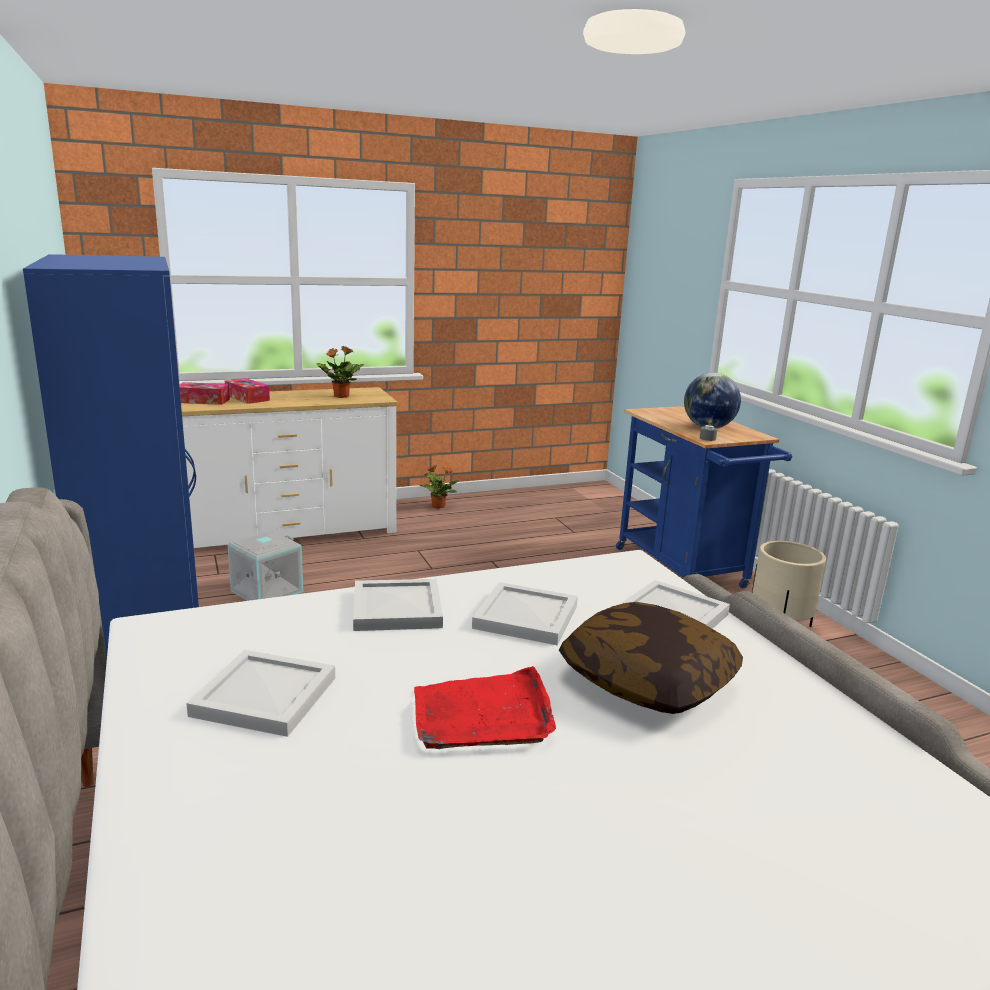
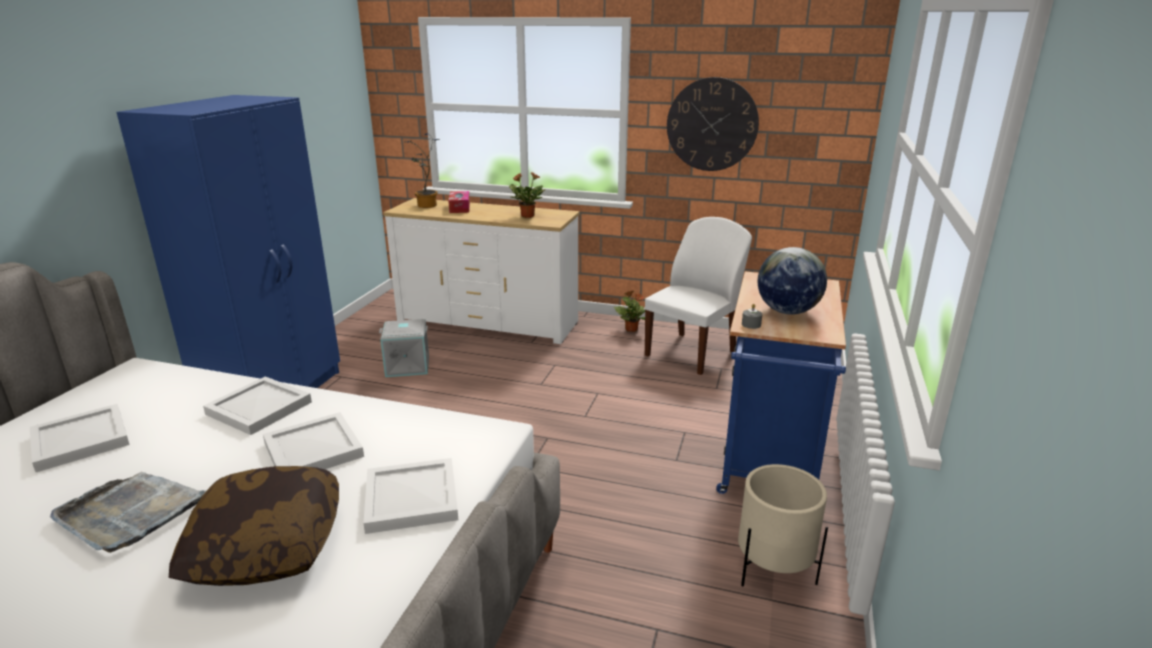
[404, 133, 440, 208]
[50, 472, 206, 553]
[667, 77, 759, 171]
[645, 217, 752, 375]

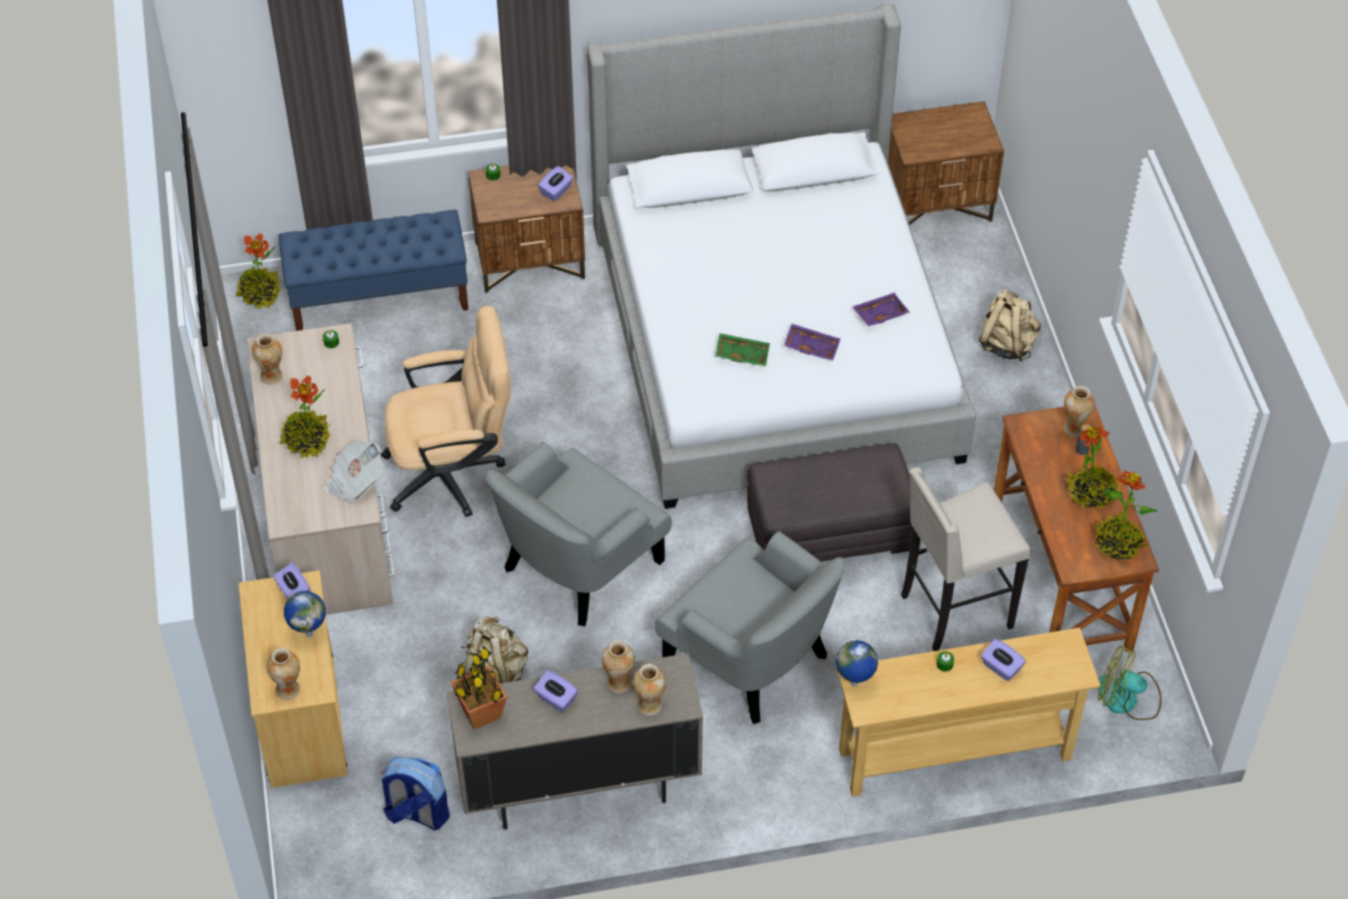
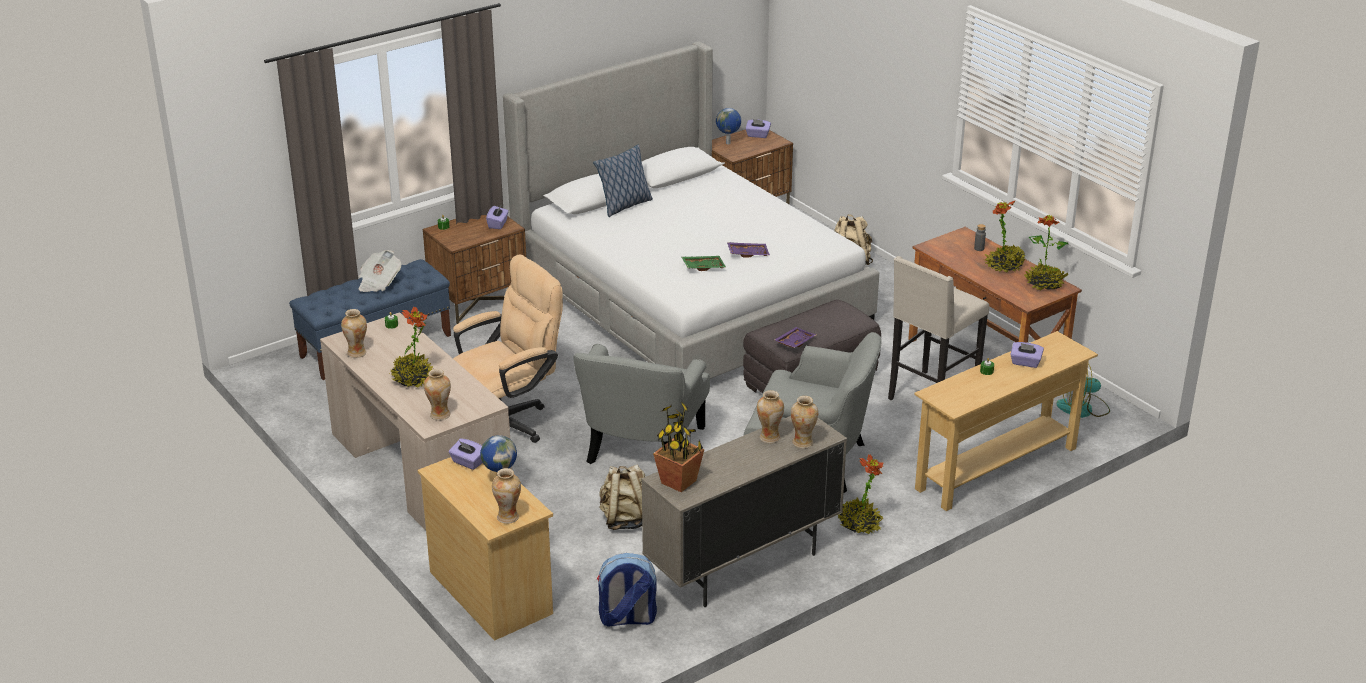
[838, 454, 883, 534]
[774, 327, 816, 348]
[424, 369, 451, 420]
[359, 250, 401, 292]
[716, 108, 741, 144]
[746, 119, 771, 138]
[593, 145, 653, 217]

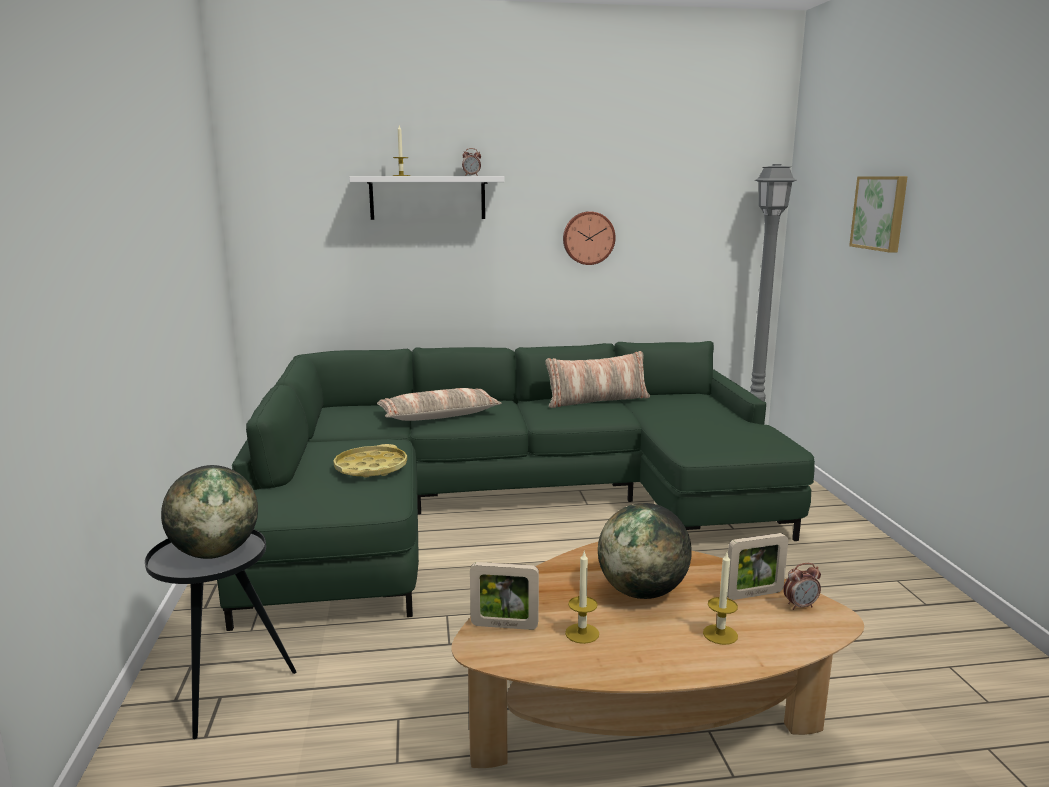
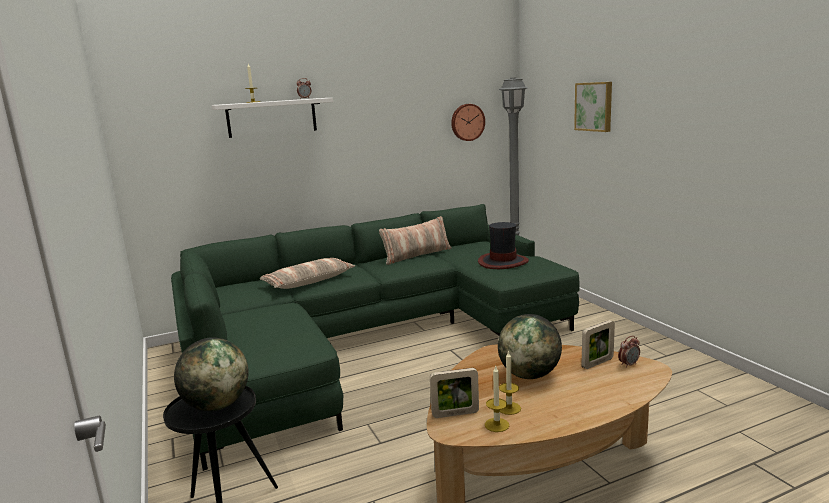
[451, 104, 485, 141]
[334, 444, 407, 478] (first image)
[485, 366, 509, 432]
[478, 222, 529, 269]

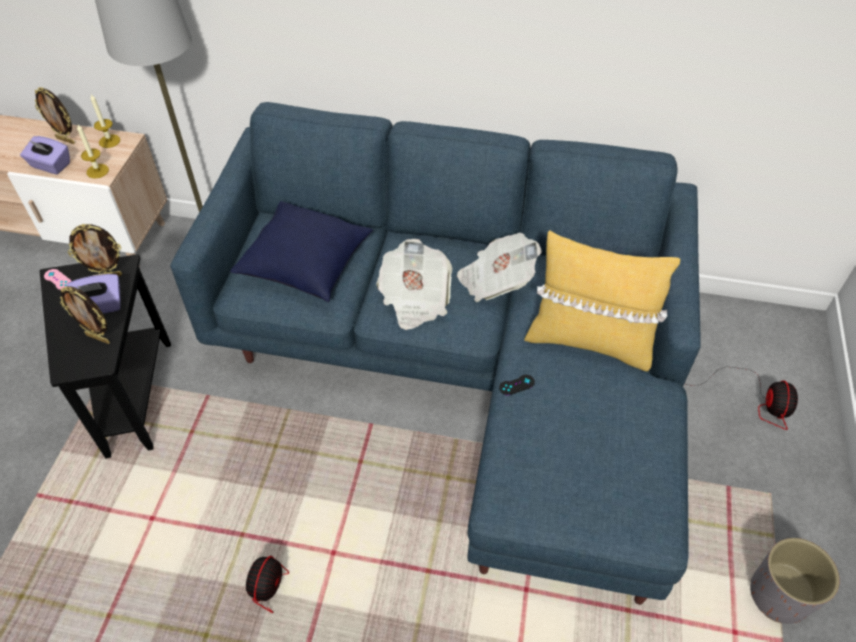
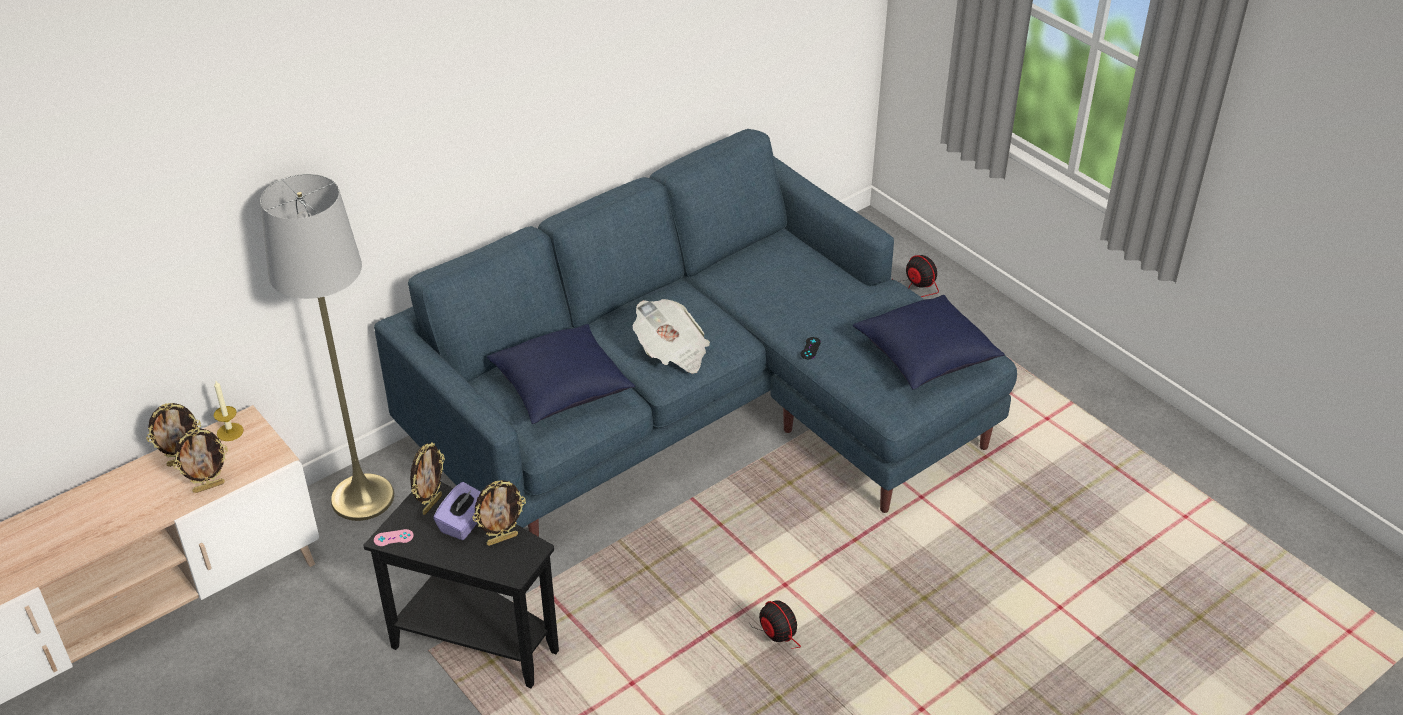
[77, 123, 109, 179] (first image)
[173, 428, 228, 493]
[524, 230, 680, 372] (first image)
[457, 233, 542, 302] (first image)
[750, 538, 839, 624] (first image)
[853, 295, 1005, 390]

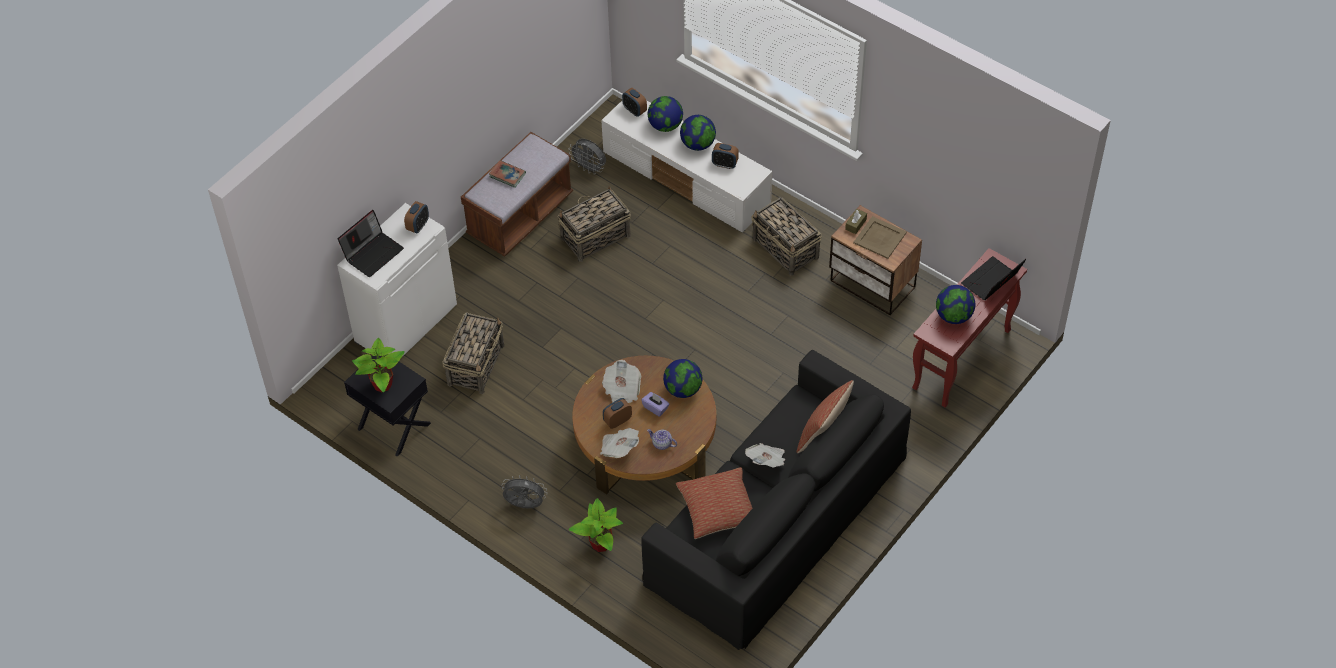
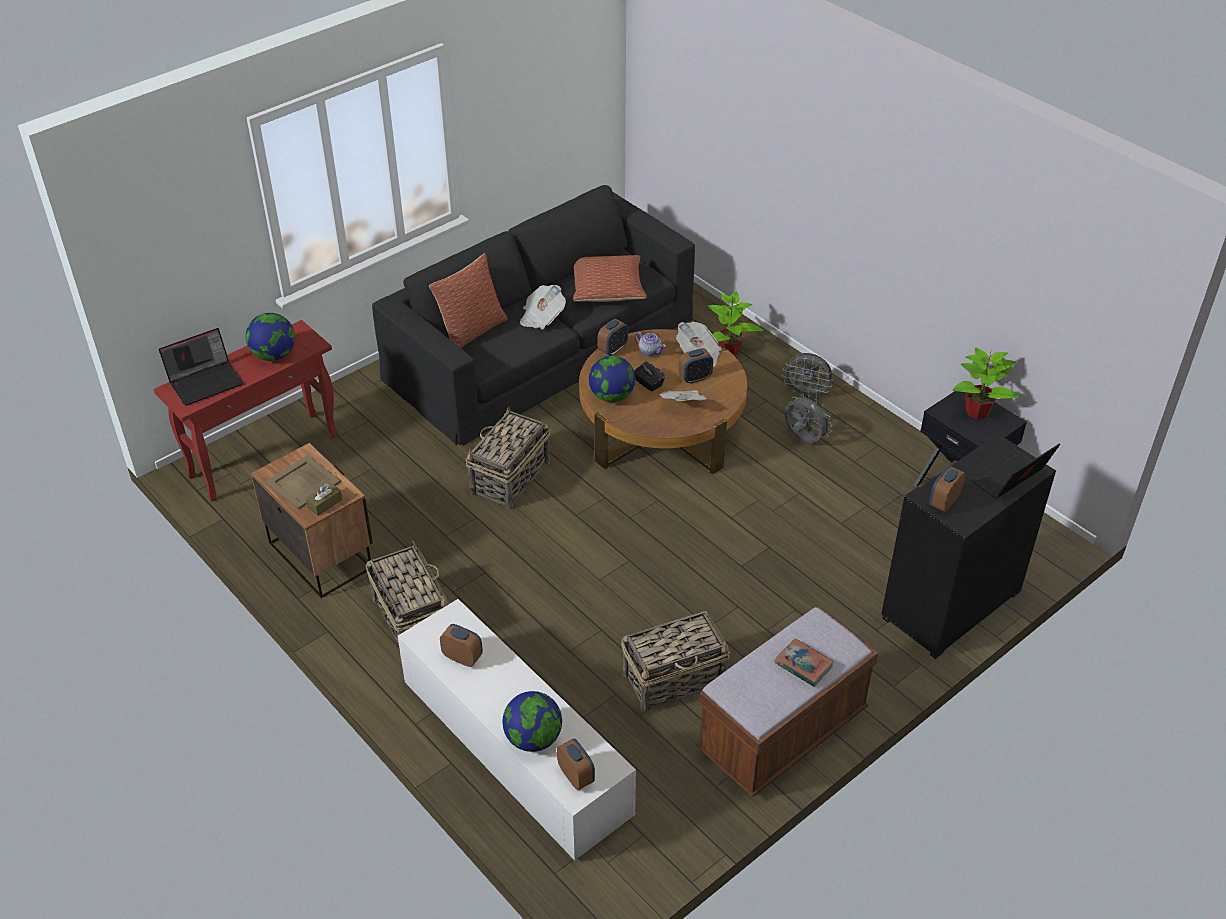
[680, 115, 716, 151] (first image)
[785, 393, 832, 443]
[881, 433, 1056, 659]
[466, 406, 550, 510]
[634, 362, 665, 392]
[598, 319, 628, 355]

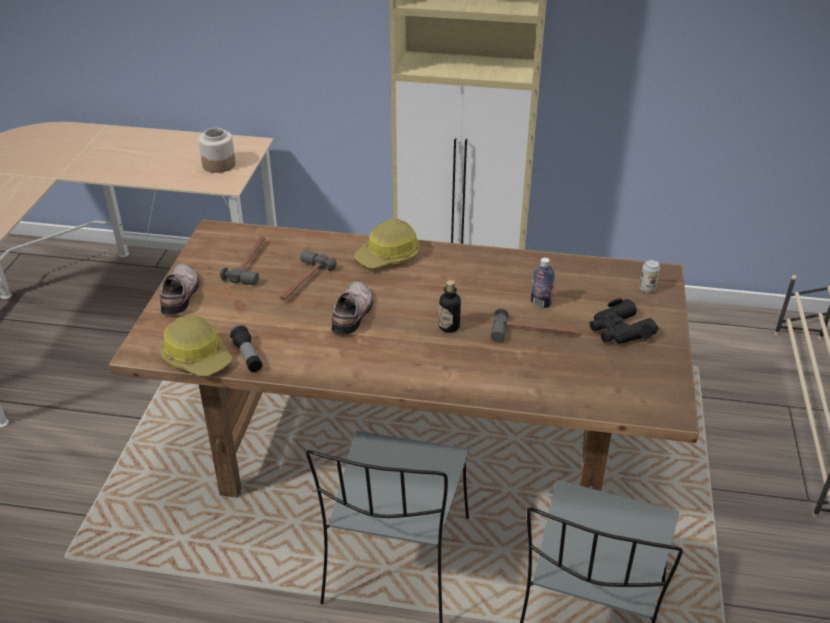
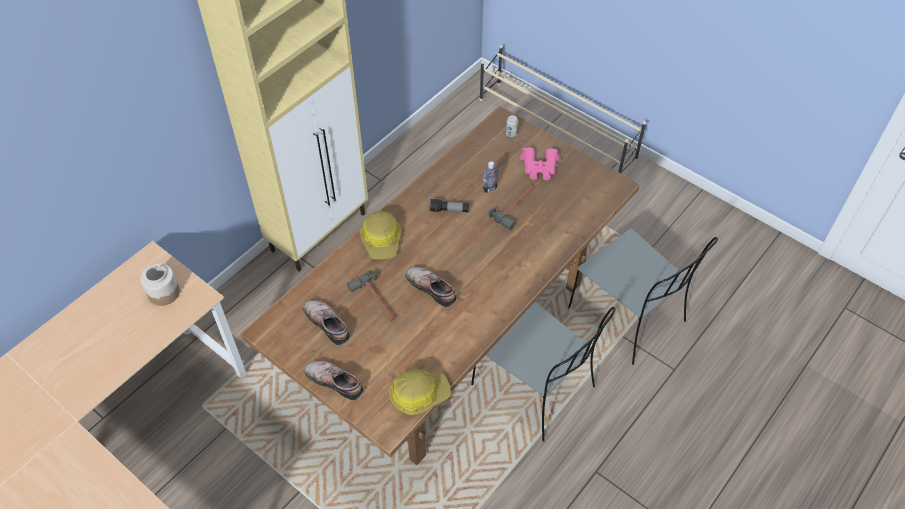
[303, 300, 350, 345]
[439, 280, 461, 333] (first image)
[520, 147, 561, 180]
[430, 199, 469, 213]

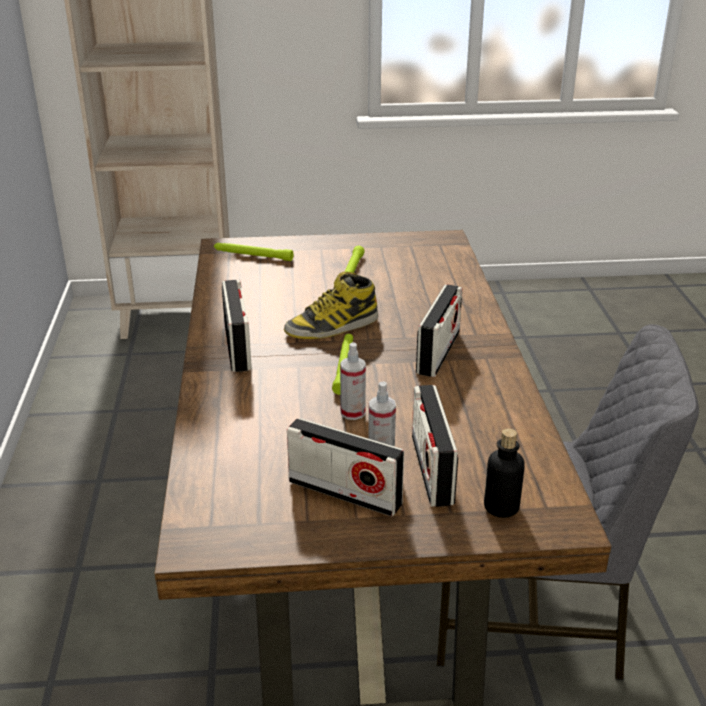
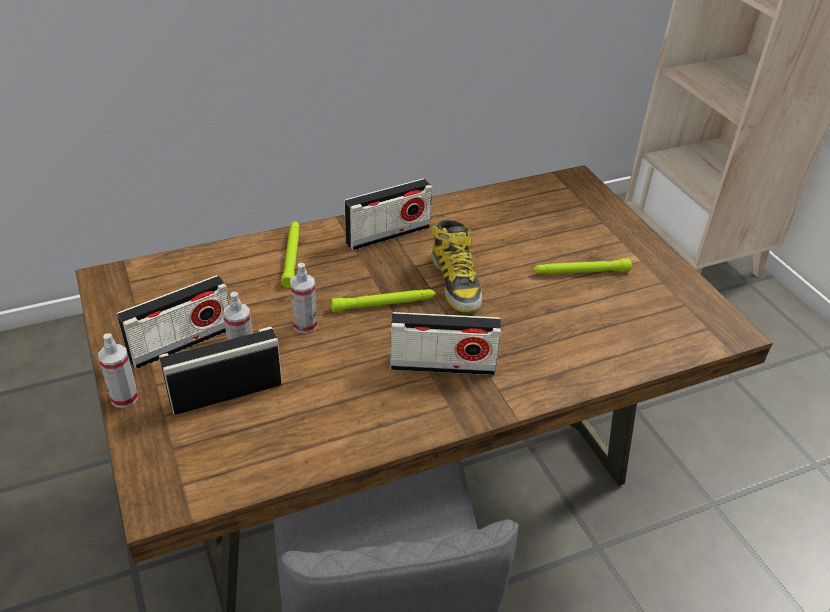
[281, 221, 299, 288]
[431, 220, 482, 313]
[117, 275, 229, 369]
[484, 428, 525, 518] (first image)
[98, 333, 138, 408]

